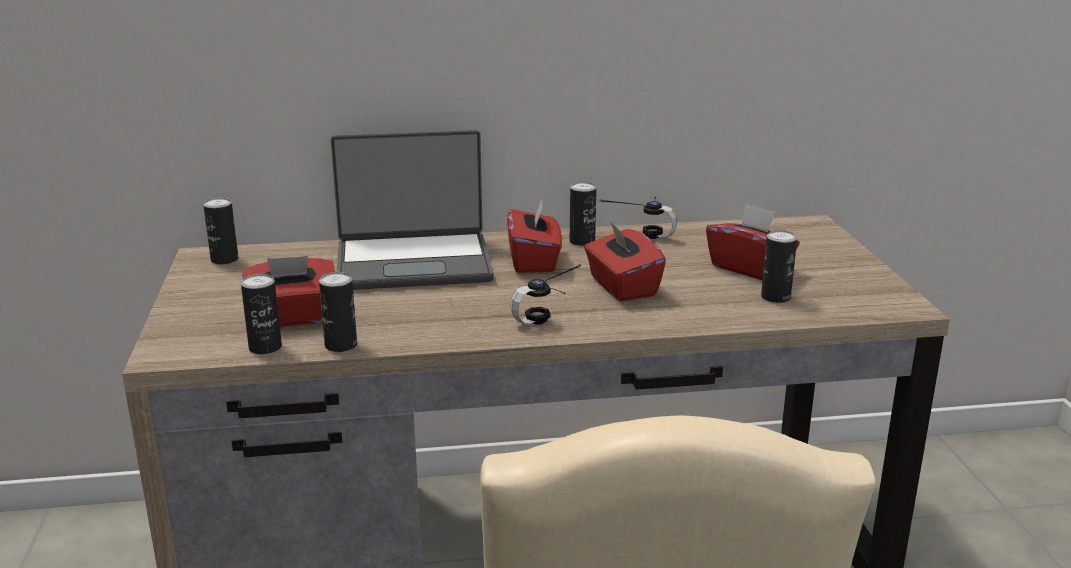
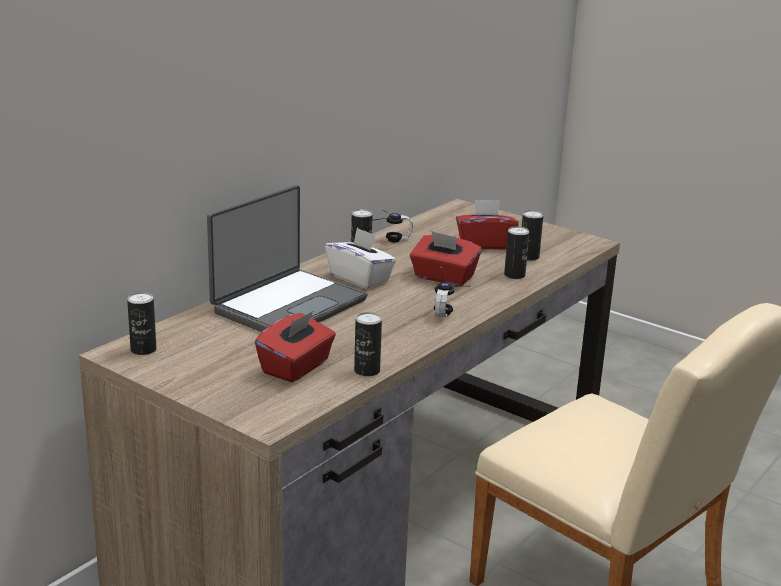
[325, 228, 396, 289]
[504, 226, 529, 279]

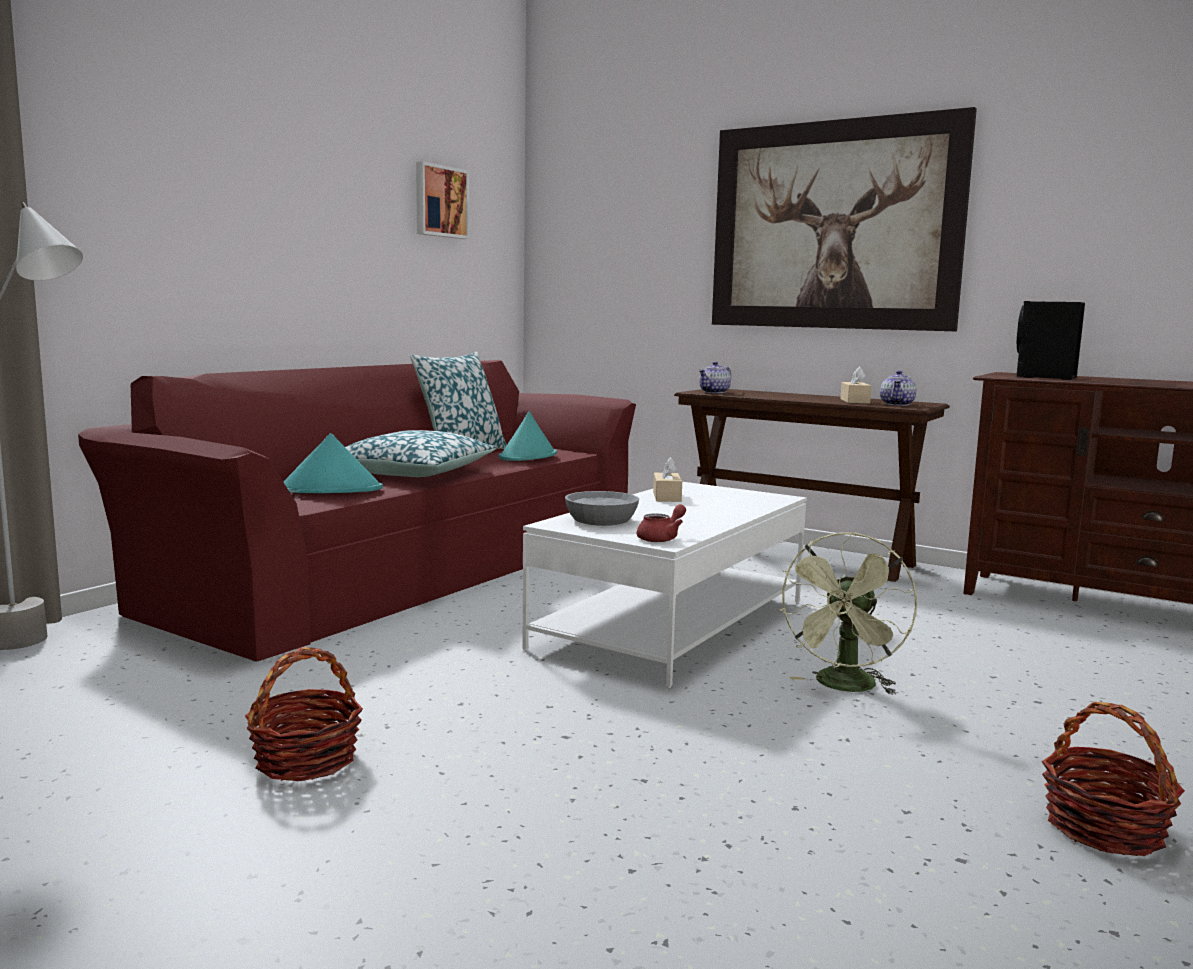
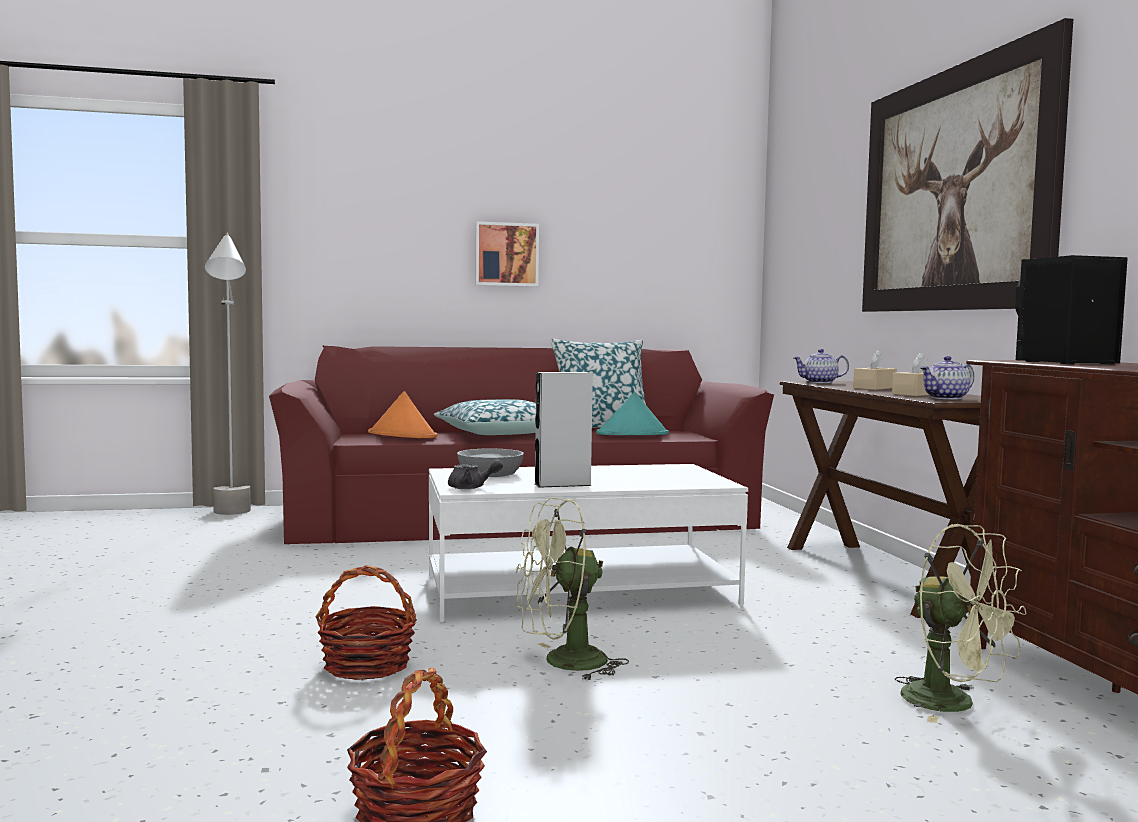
[475, 221, 539, 287]
[368, 391, 438, 438]
[853, 350, 897, 390]
[448, 460, 503, 489]
[316, 565, 417, 681]
[535, 372, 593, 488]
[895, 524, 1026, 723]

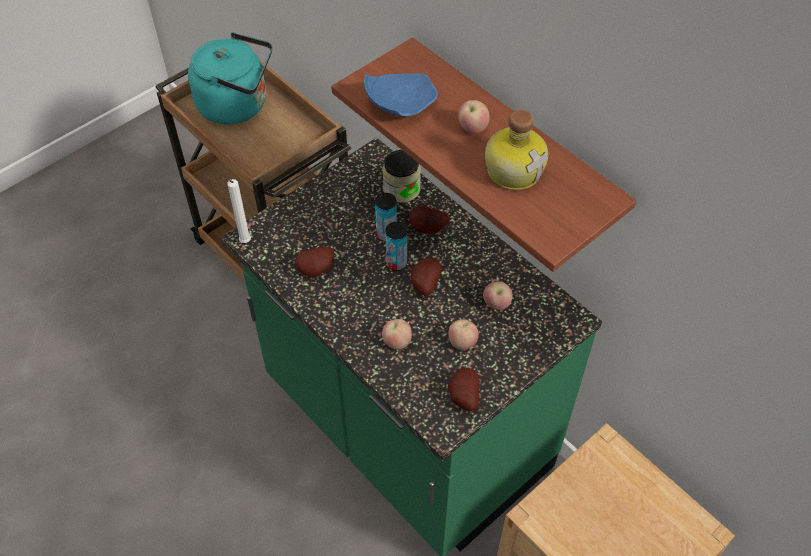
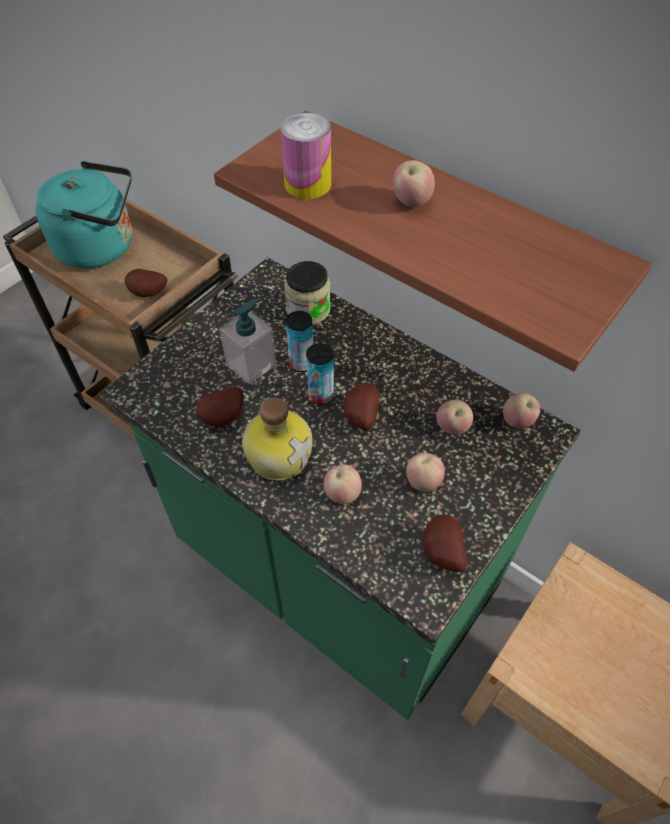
[281, 113, 331, 199]
[242, 398, 313, 481]
[220, 177, 251, 243] (first image)
[125, 269, 167, 297]
[219, 298, 276, 384]
[503, 393, 540, 429]

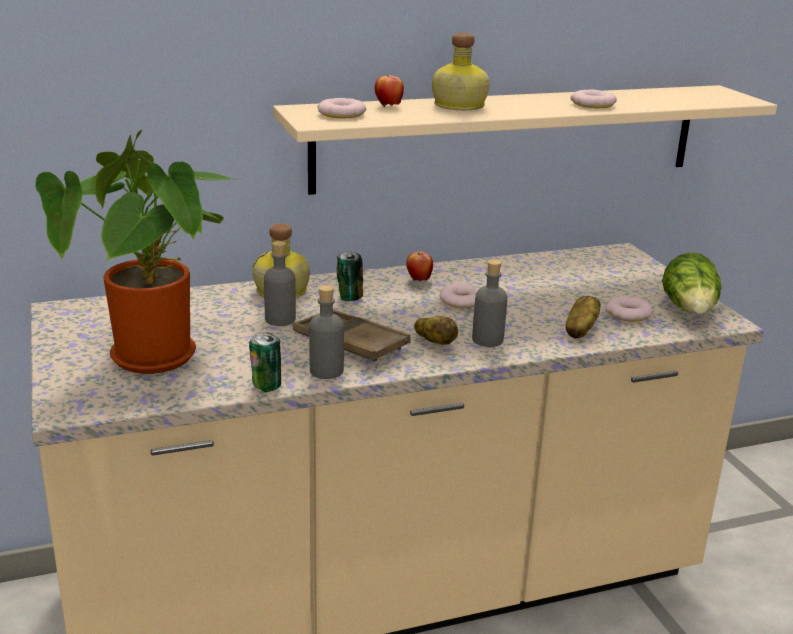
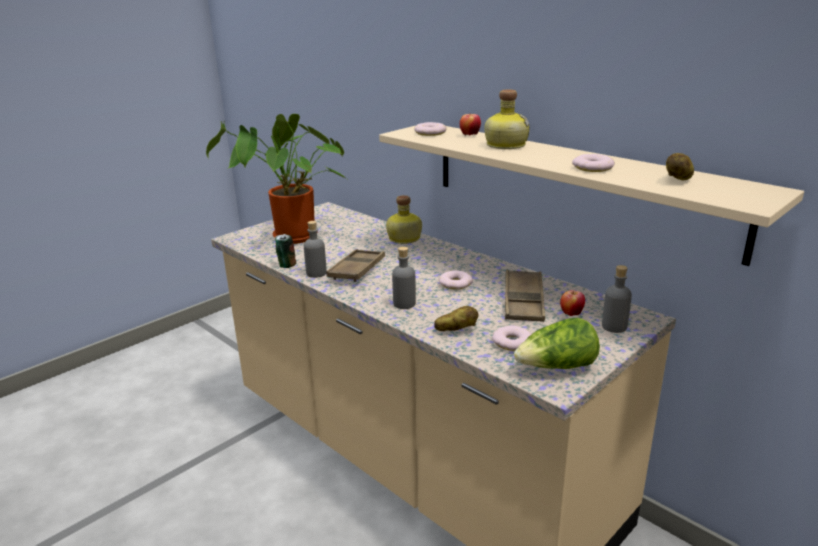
[602, 265, 632, 333]
[336, 251, 363, 301] (first image)
[560, 290, 585, 316]
[666, 153, 694, 180]
[505, 270, 545, 322]

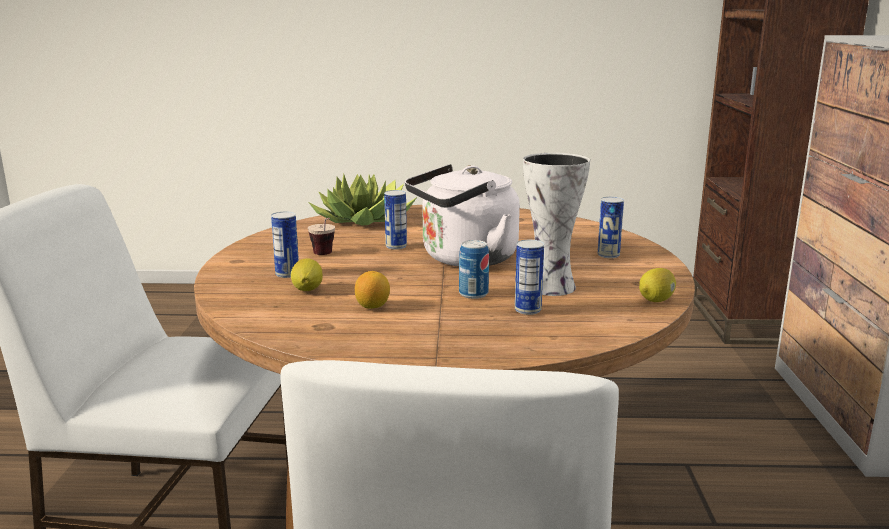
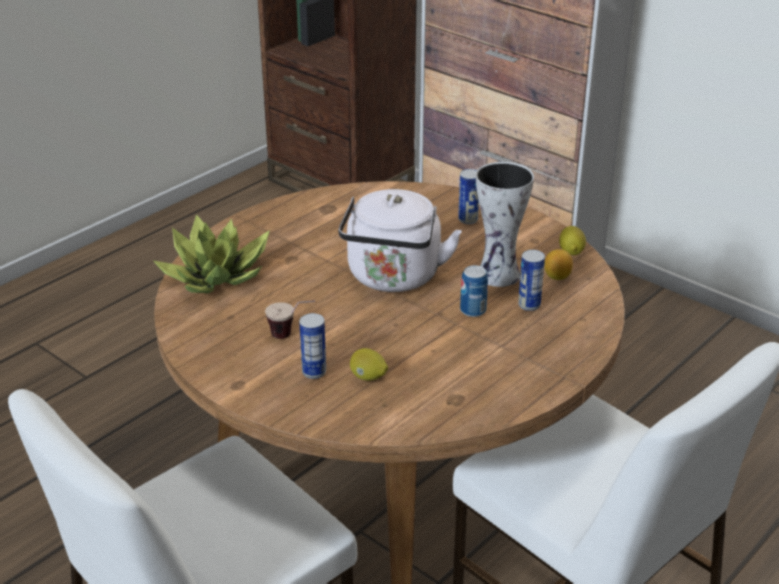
[384, 190, 407, 250] (first image)
[544, 249, 573, 280]

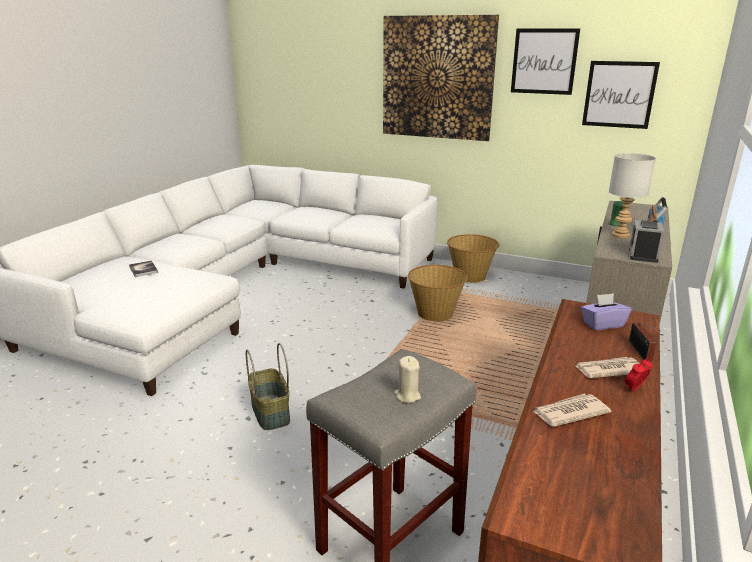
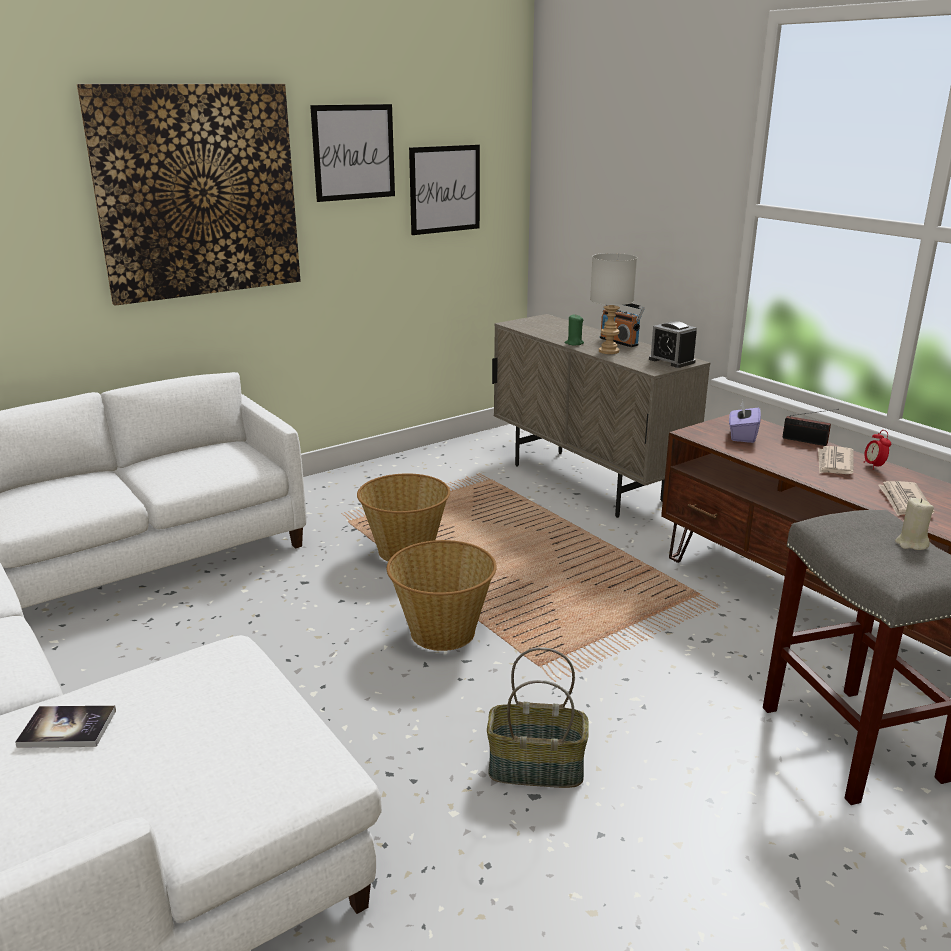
[387, 540, 497, 651]

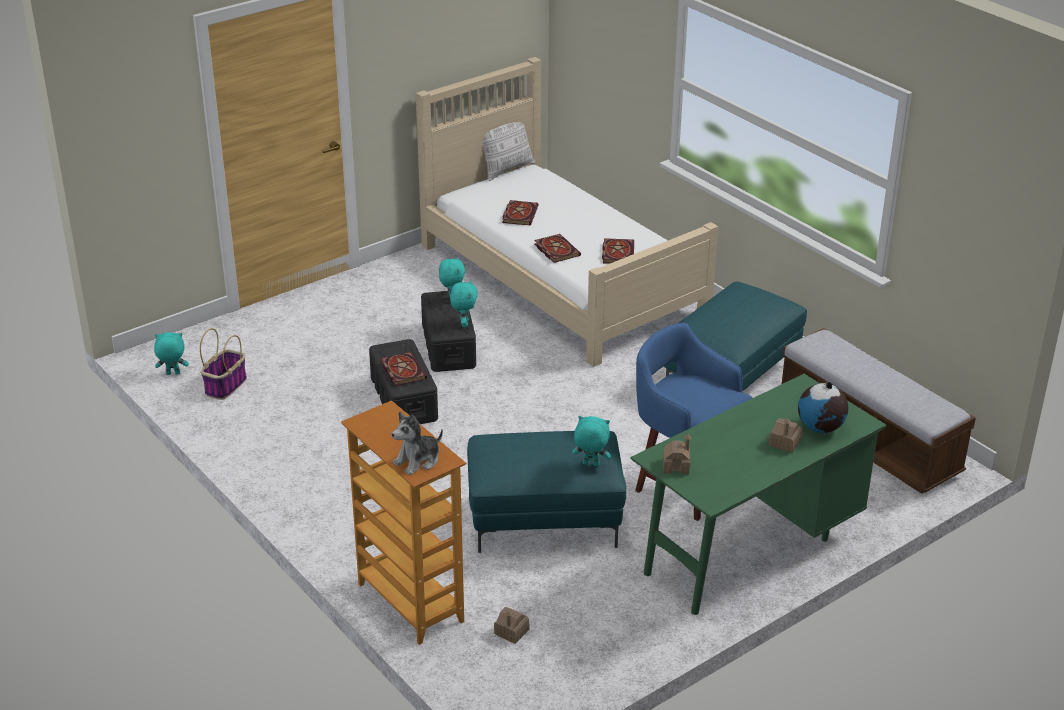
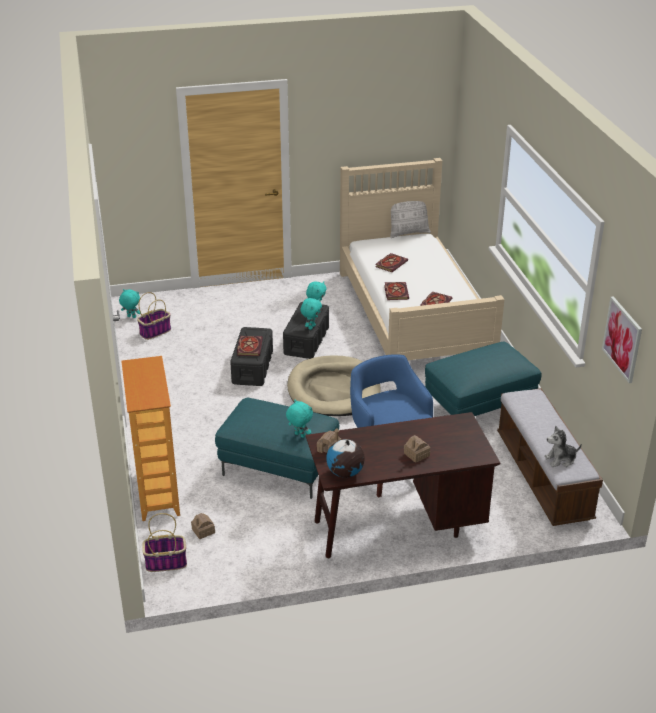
[305, 412, 501, 558]
[326, 439, 365, 478]
[544, 426, 582, 467]
[602, 296, 642, 383]
[287, 355, 381, 416]
[142, 513, 187, 572]

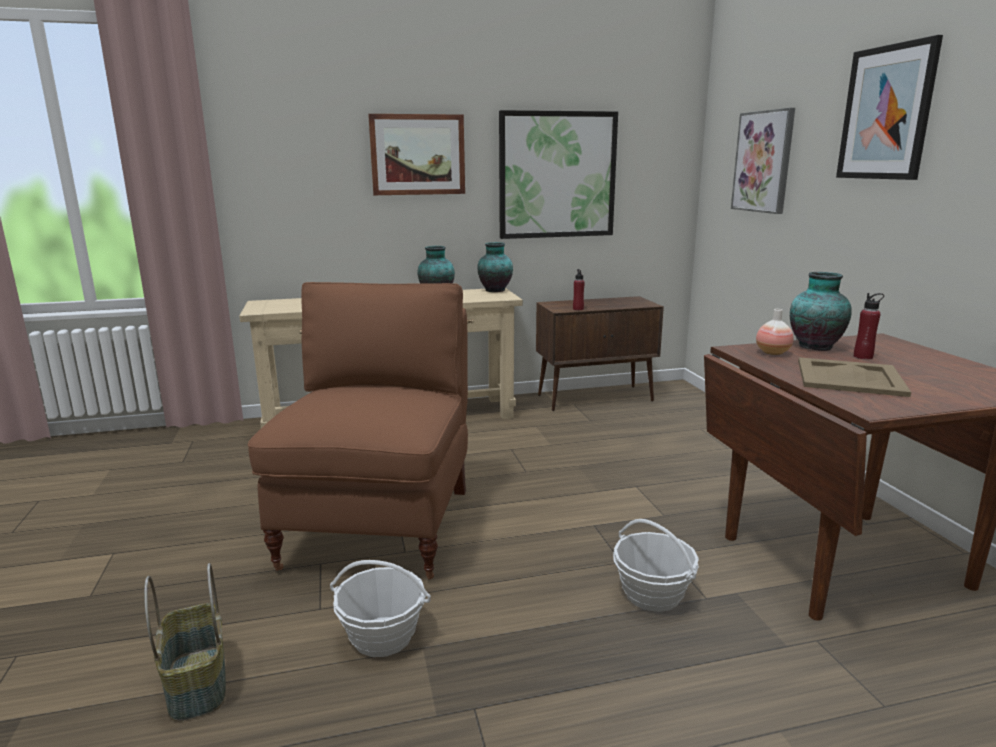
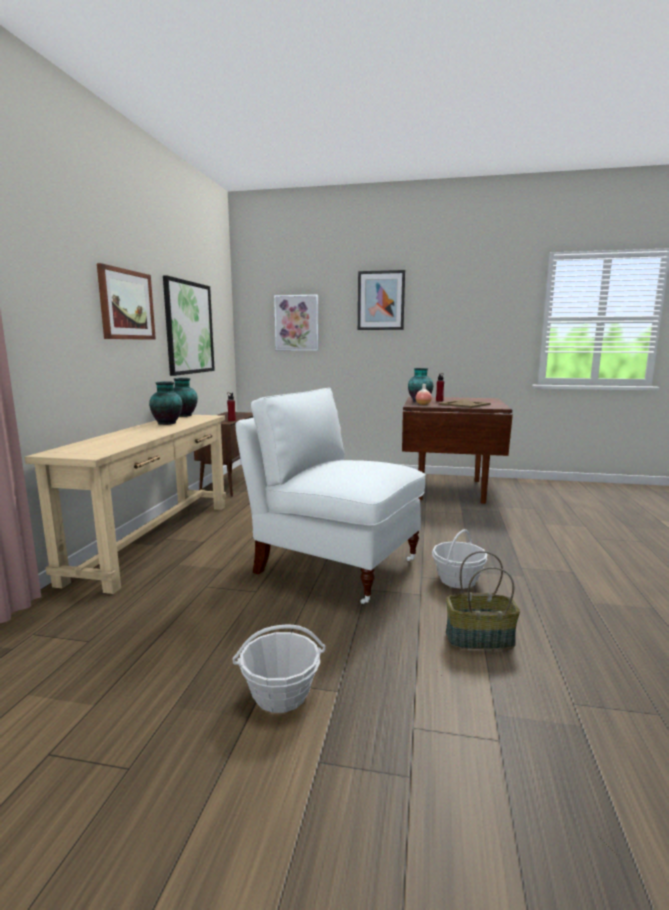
[236, 388, 426, 604]
[232, 625, 326, 713]

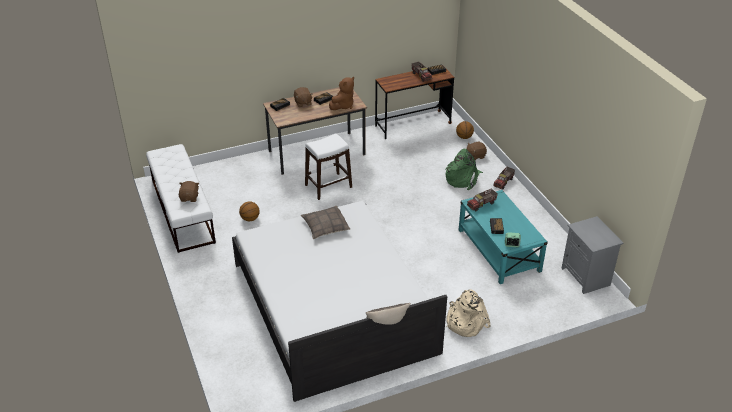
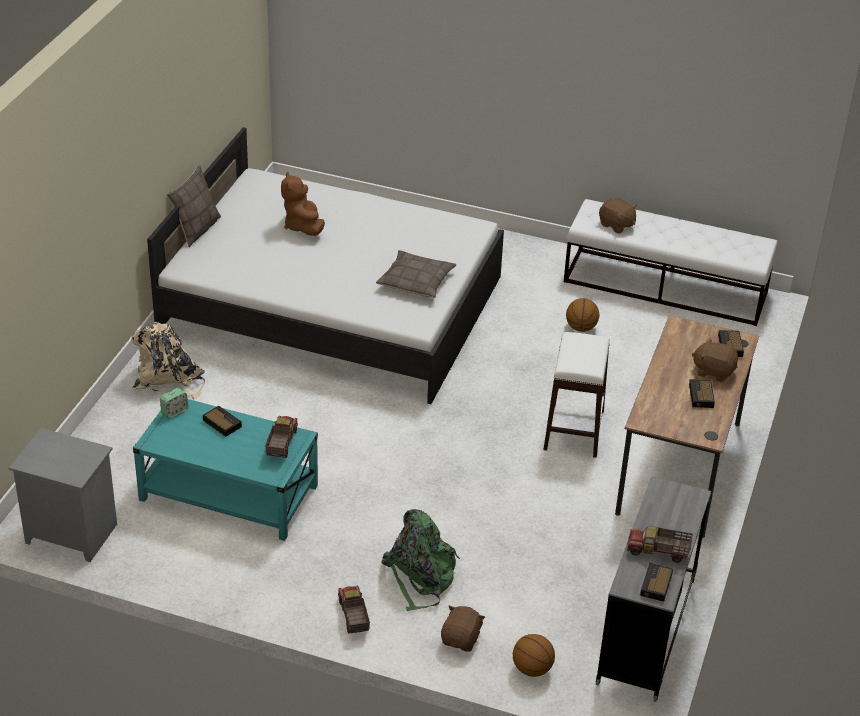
[596, 476, 711, 702]
[281, 172, 325, 236]

